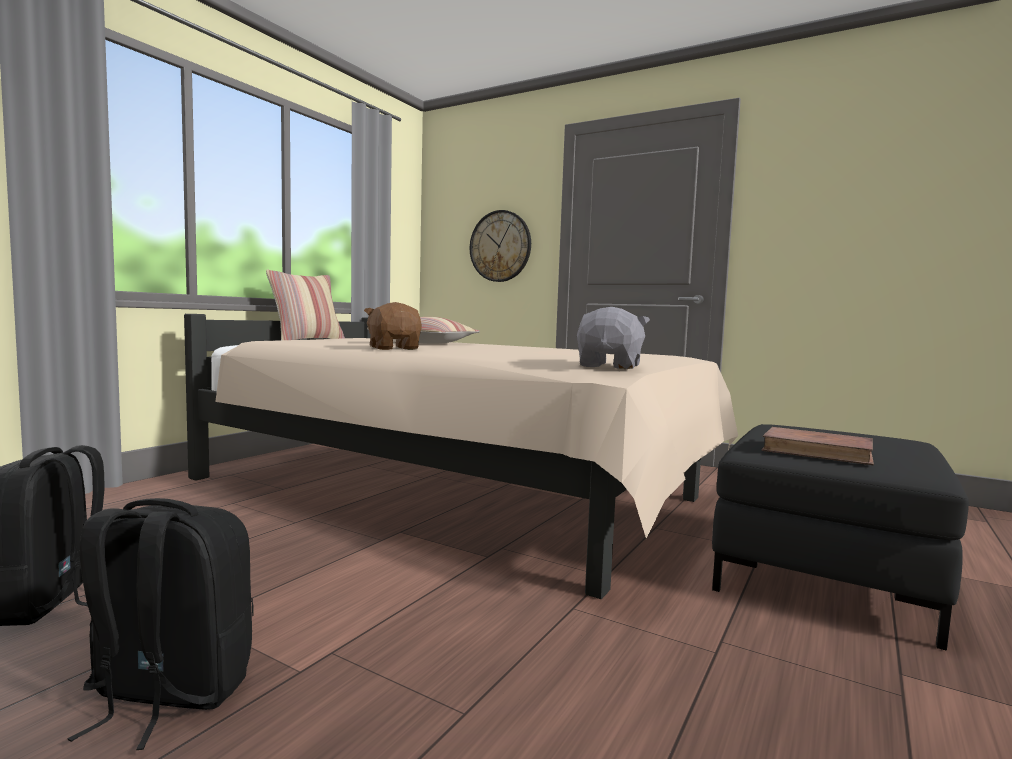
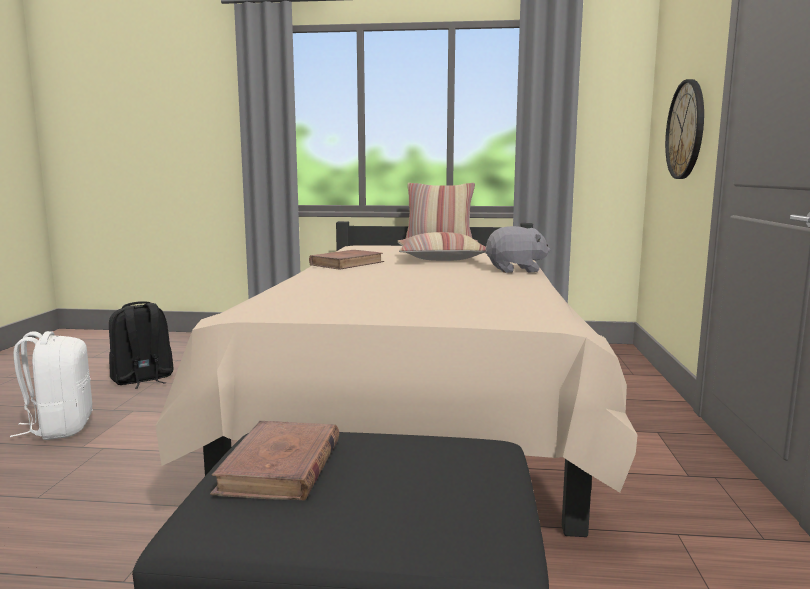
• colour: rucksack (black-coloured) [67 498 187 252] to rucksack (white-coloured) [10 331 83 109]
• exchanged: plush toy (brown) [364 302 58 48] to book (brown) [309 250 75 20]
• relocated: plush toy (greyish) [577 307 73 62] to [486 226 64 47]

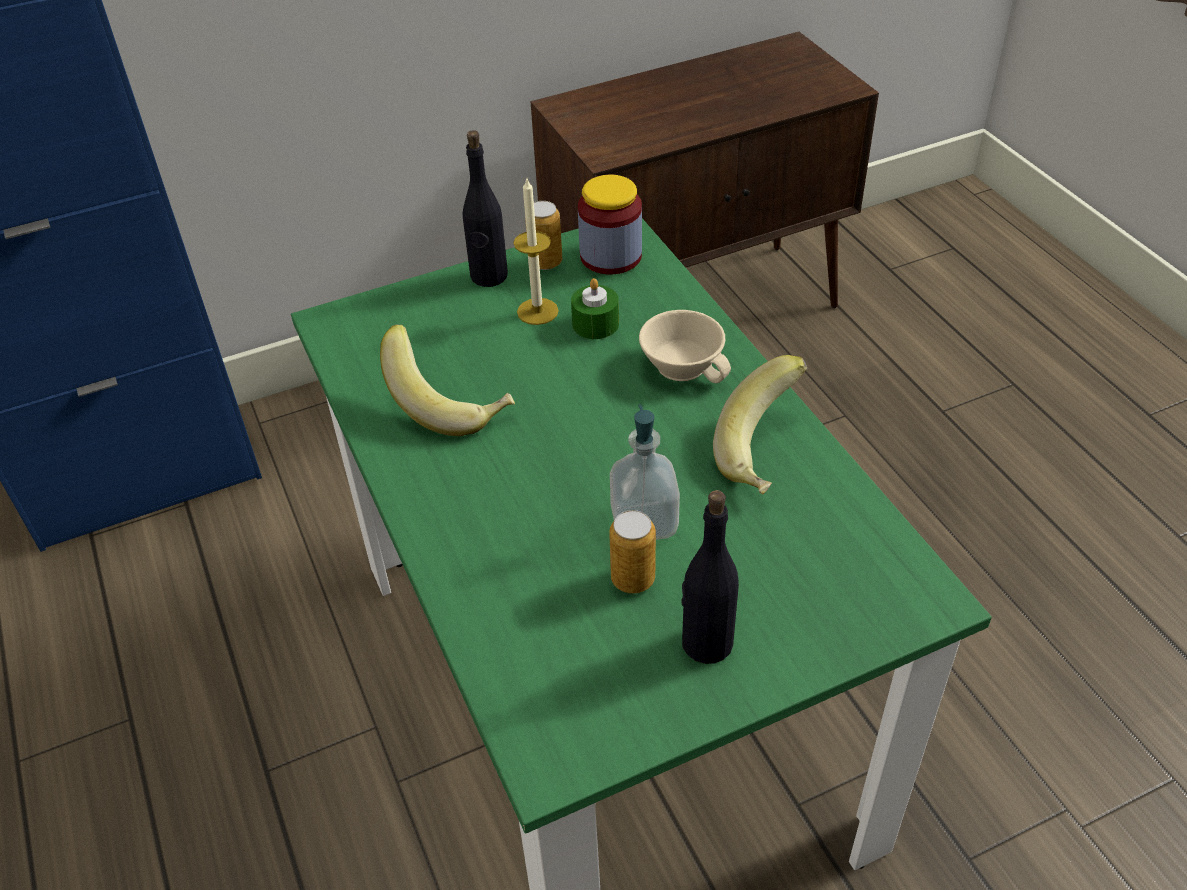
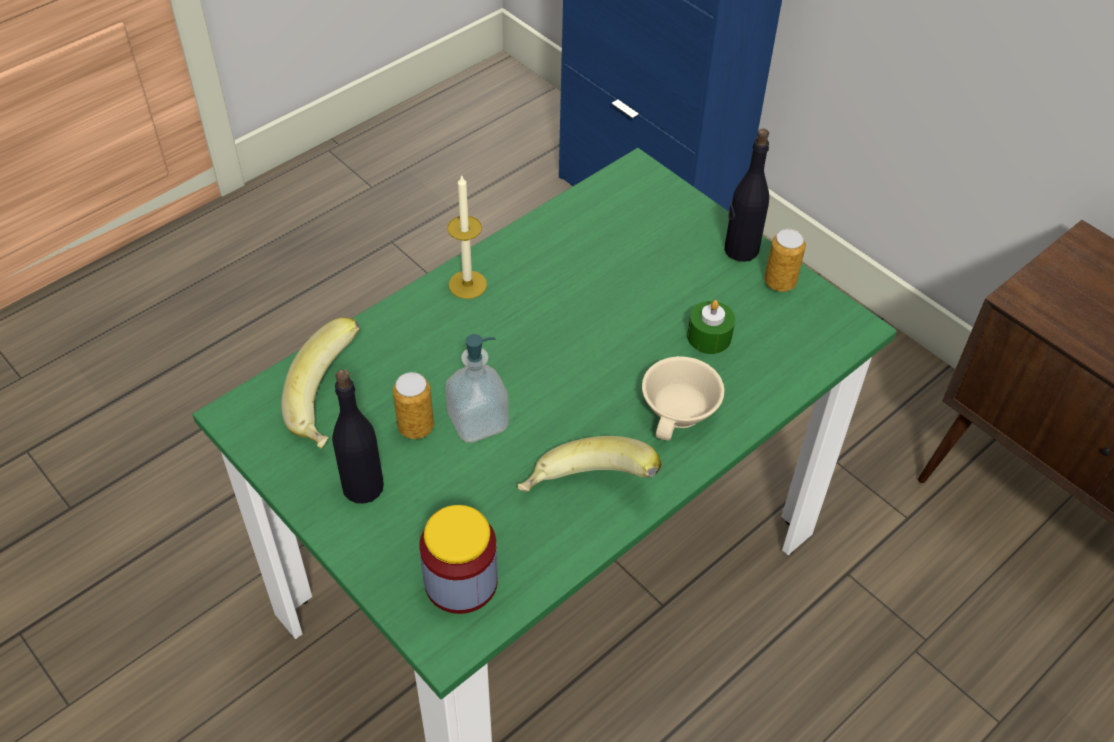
• relocated: whole banana [380 324 135 112] to [281 318 79 130]
• relocated: jar [578 175 64 99] to [419 505 79 109]
• relocated: candle [513 179 46 146] to [447 174 40 125]

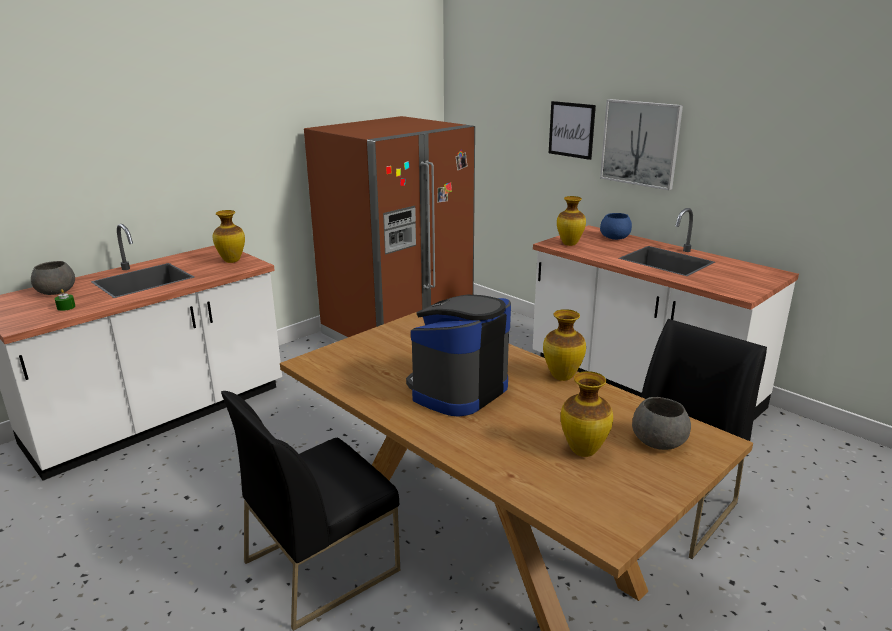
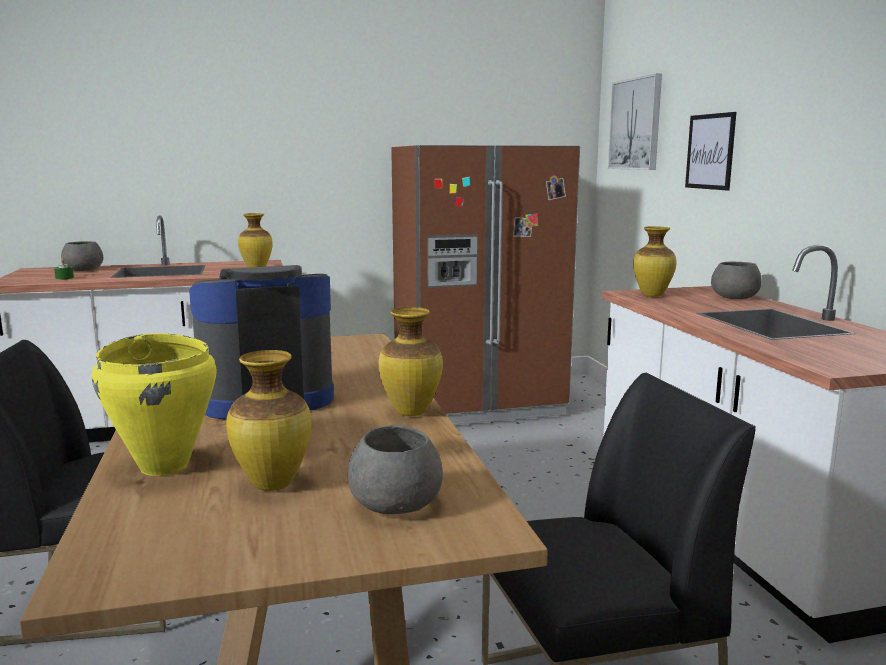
• appeared: cooking pot (yellow-coloured) [91 333 126 143]
• relocated: picture [600 99 83 91] to [608 74 54 96]
• colour: bowl (blue-coloured) [600 213 32 27] to bowl (greyish) [711 262 51 37]

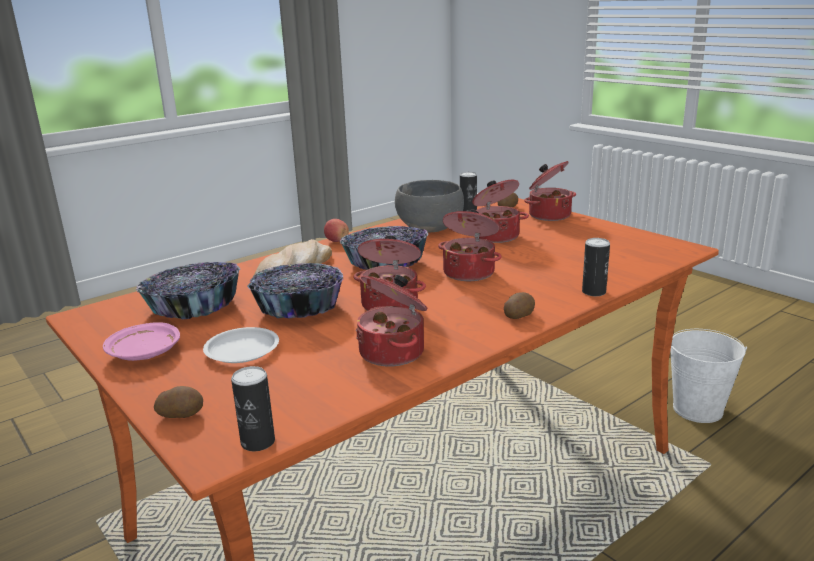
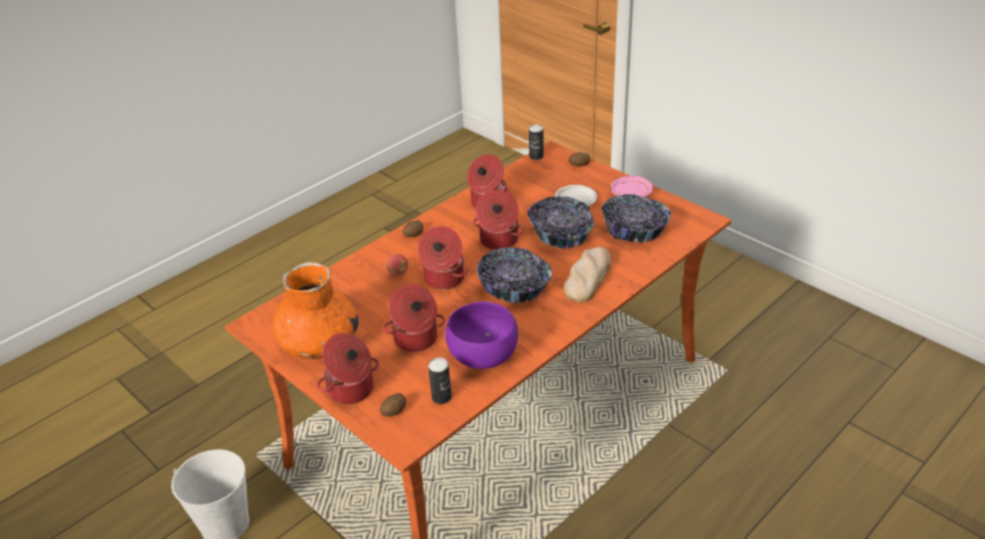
• appeared: decorative vase (orangey) [272 262 87 97]
• relocated: apple fruit [324 219 25 23] to [386 254 22 21]
• colour: bowl (greyish) [395 180 69 53] to bowl (purplish) [445 301 73 68]
• missing: sealed can [582 238 28 58]

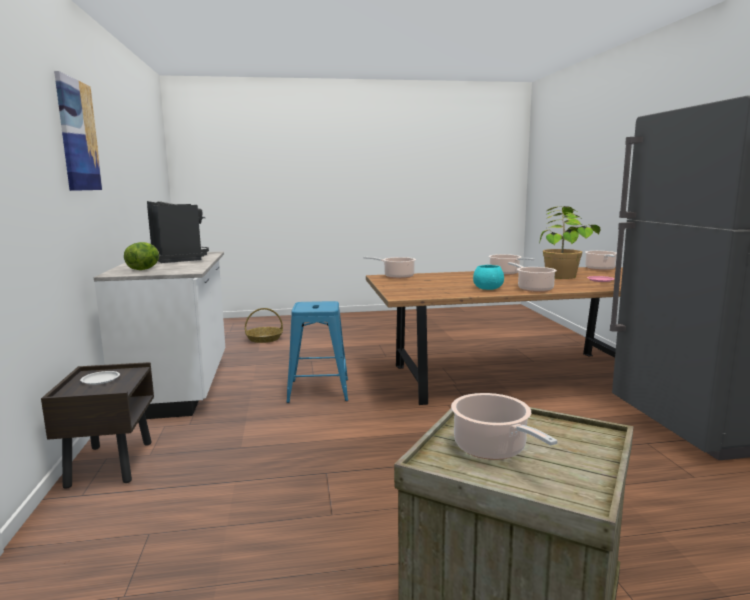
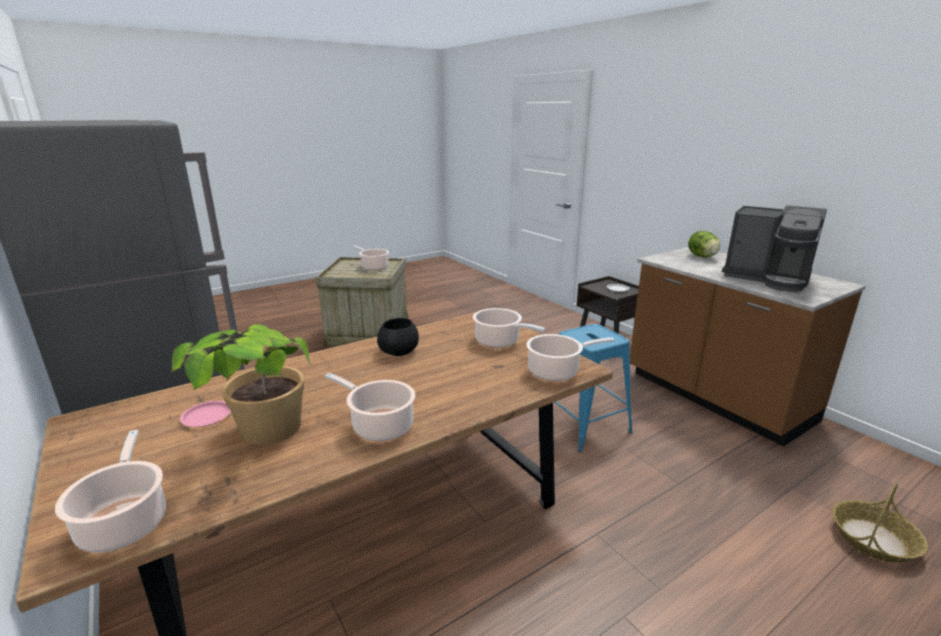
• colour: bowl (turquoise) [473 265 31 25] to bowl (black-coloured) [377 318 42 38]
• relocated: cooking pot [508 262 49 30] to [473 308 73 40]
• colour: kitchen counter (white-coloured) [94 252 131 167] to kitchen counter (brown) [630 247 236 199]
• missing: picture [54 71 49 120]

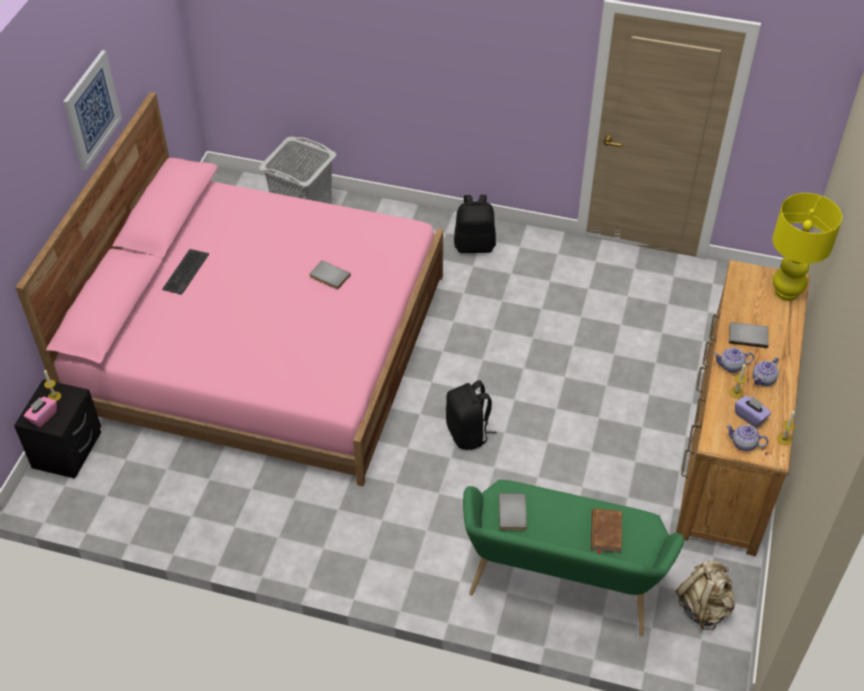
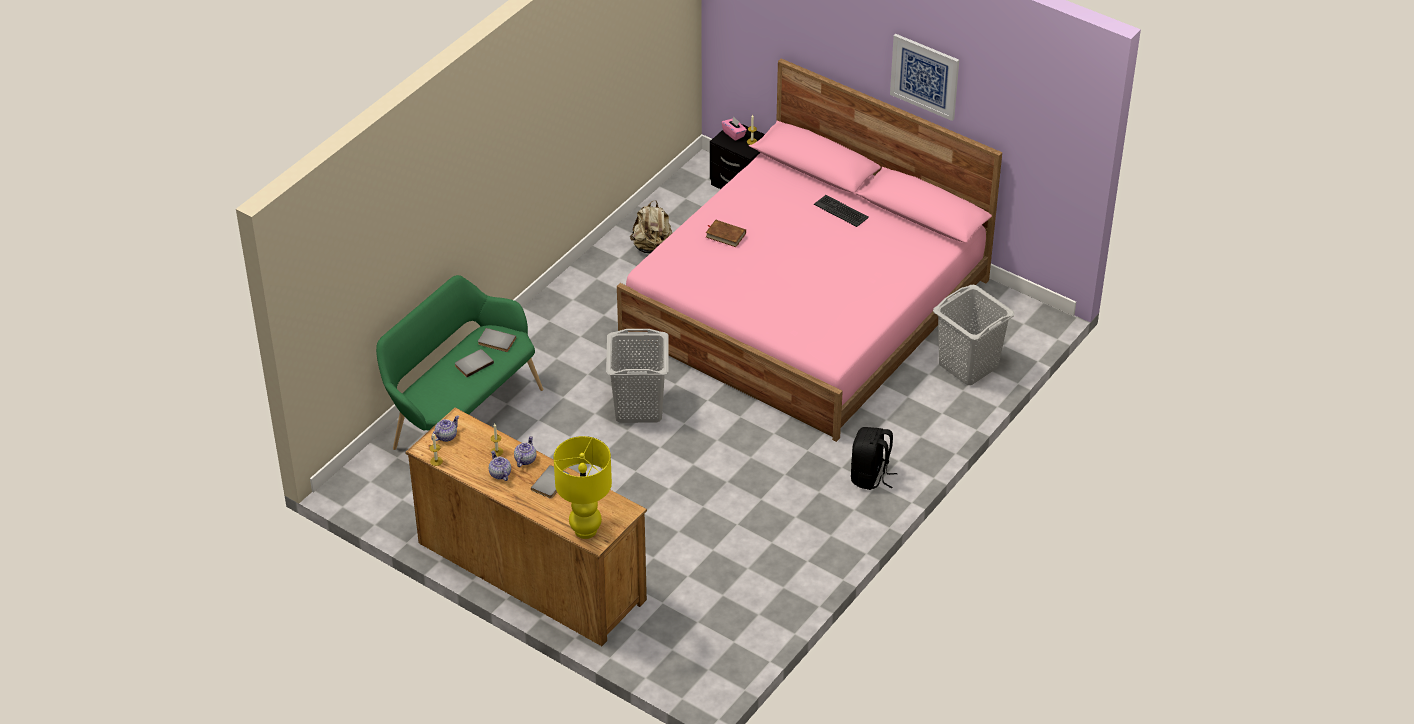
• relocated: book (greyish) [310 260 41 30] to [455 349 39 28]
• exchanged: rucksack (black-coloured) [446 380 51 70] to washing basket (greyish) [606 329 63 94]
• relocated: rucksack (beige) [676 560 59 70] to [630 200 42 54]
• relocated: book (brown) [591 508 31 46] to [706 219 40 28]
• missing: tissue box (purplish) [735 395 36 33]

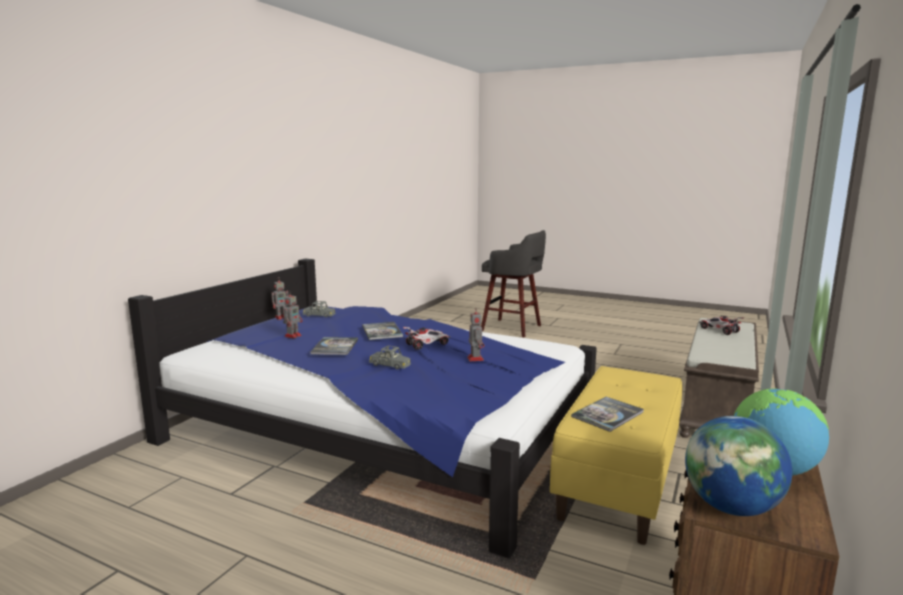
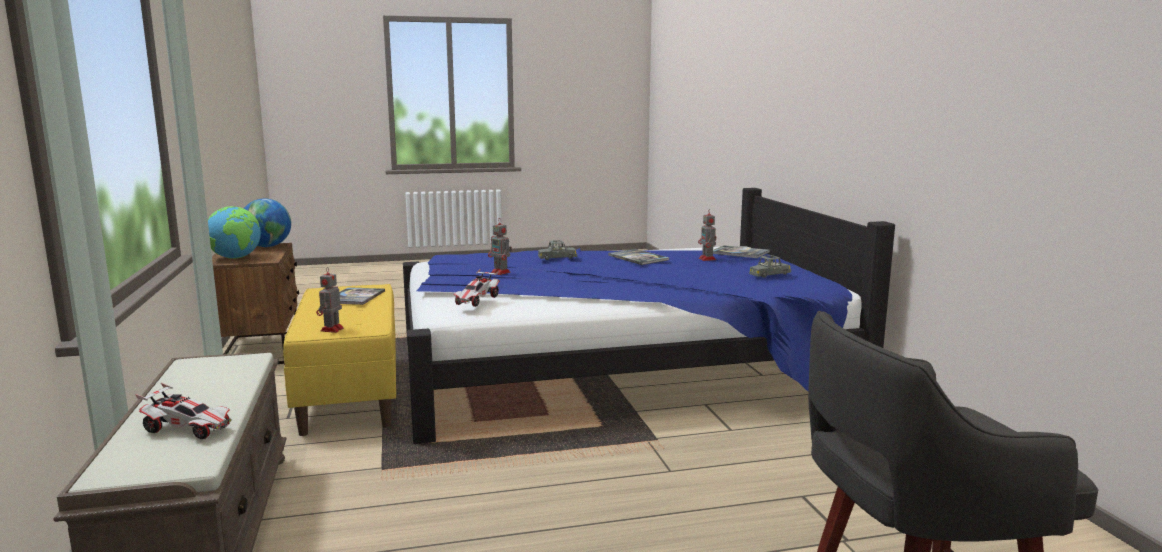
• relocated: toy robot [271 278 17 42] to [316 268 28 65]
• relocated: model car [403 327 47 23] to [454 269 46 38]
• relocated: book [362 322 41 18] to [713 245 57 13]

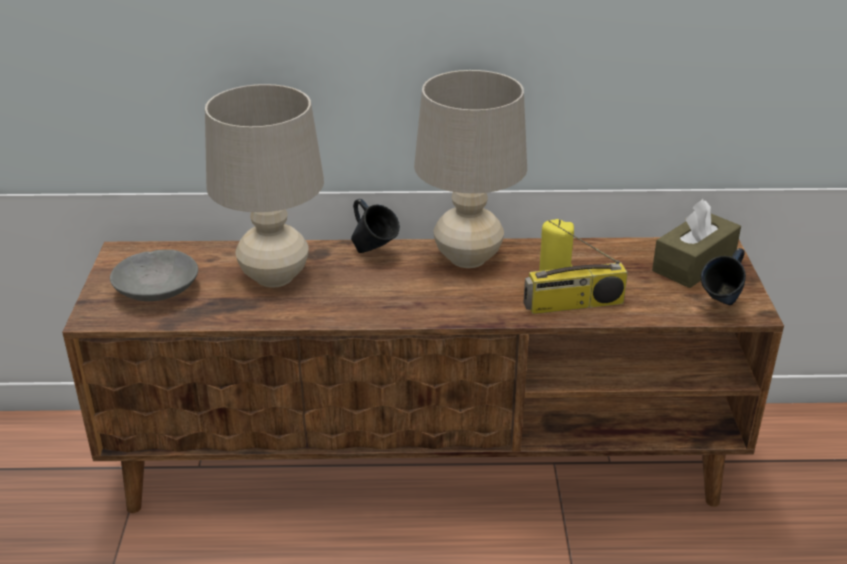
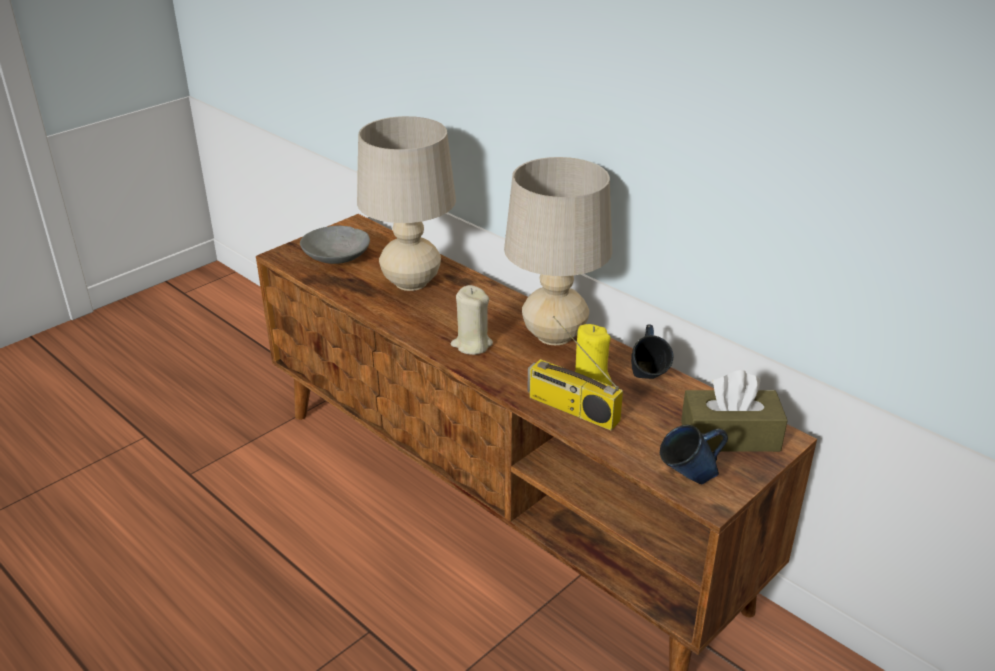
• appeared: candle (beige) [451 285 42 70]
• relocated: coffee mug (blue-coloured) [351 199 49 54] to [631 324 42 55]

